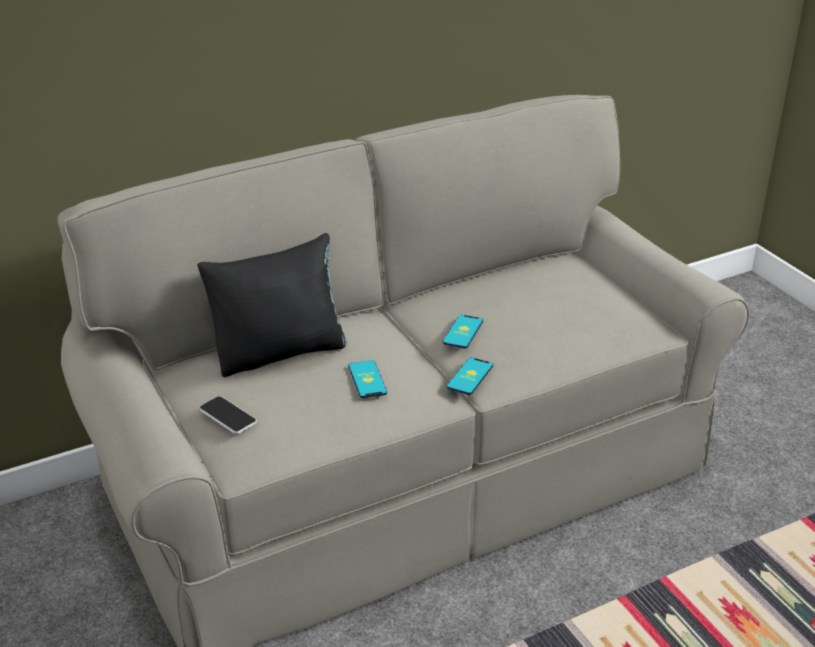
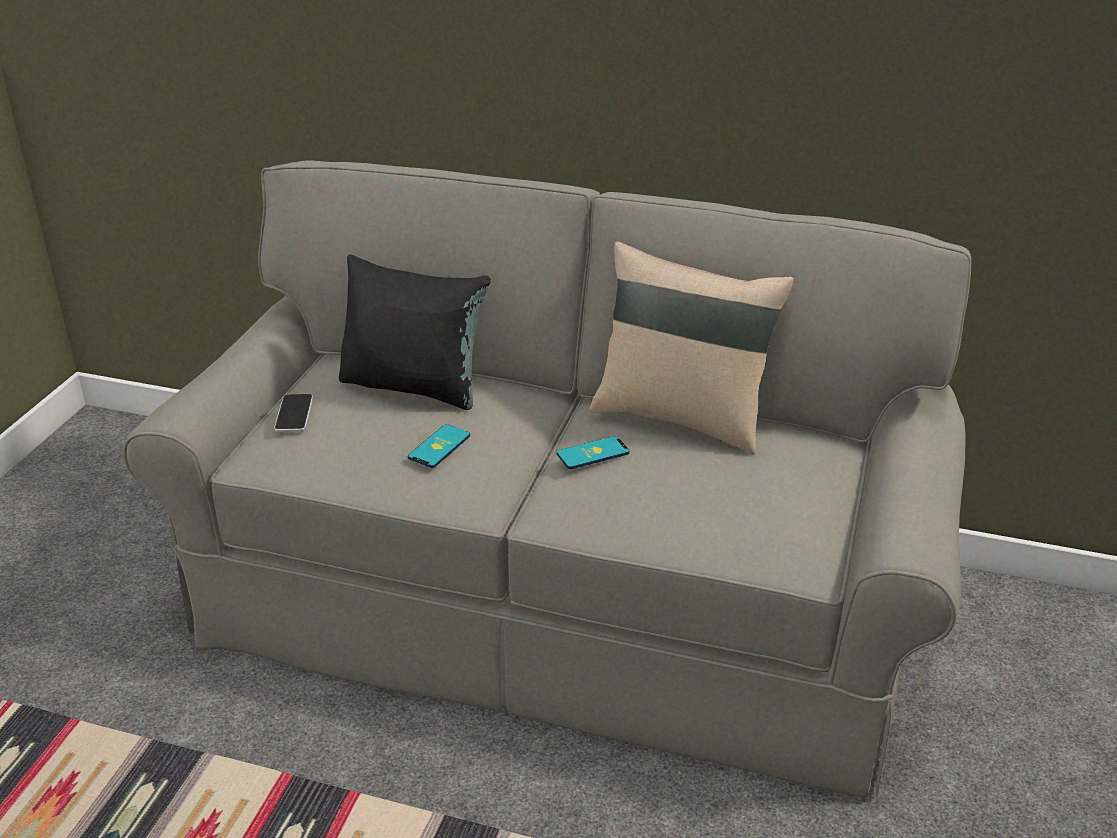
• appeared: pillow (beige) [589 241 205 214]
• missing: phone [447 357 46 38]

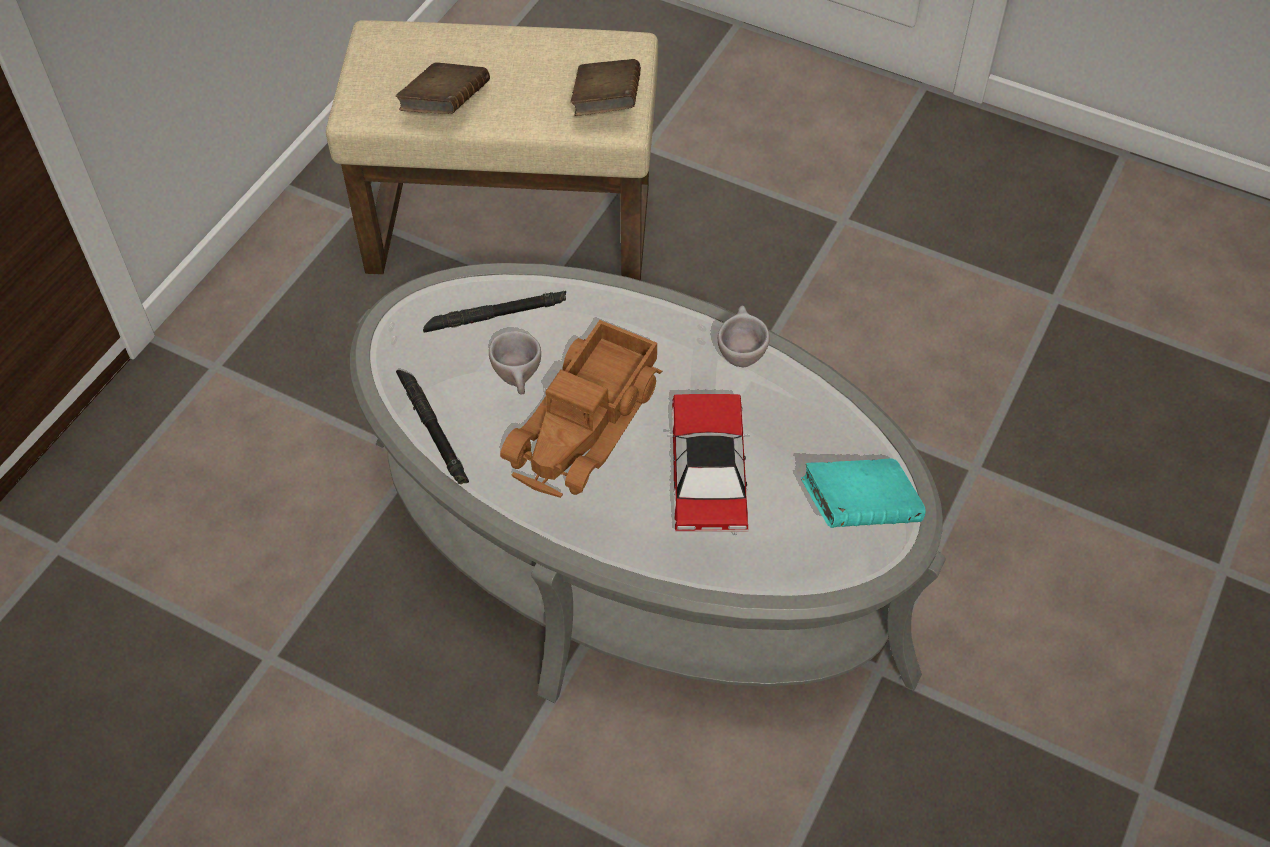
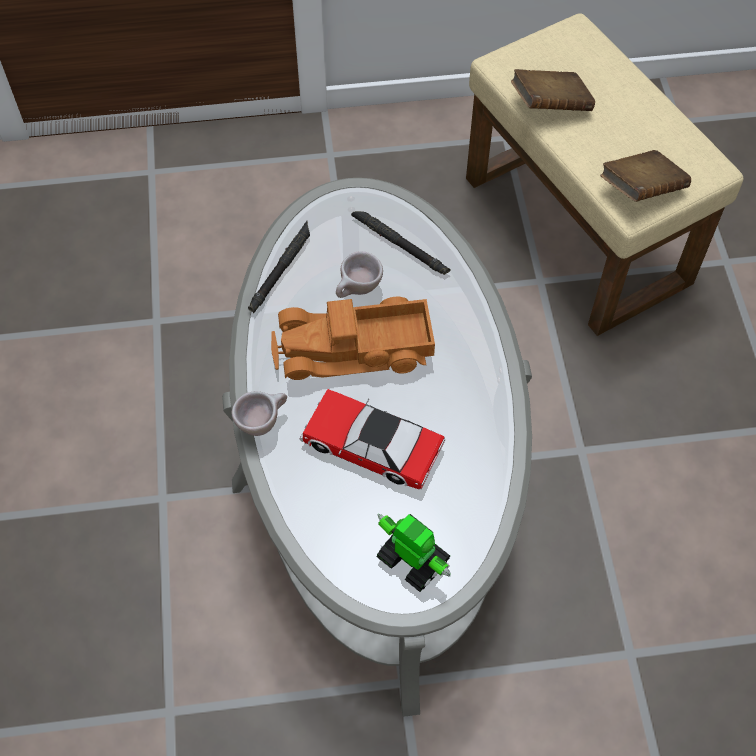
• relocated: drinking cup (beige) [718 305 52 62] to [231 391 56 45]
• spun: model car [668 394 82 141] = [300 389 145 100] 120 degrees counterclockwise
• exchanged: book (turquoise) [801 458 125 70] to toy robot [376 514 75 78]

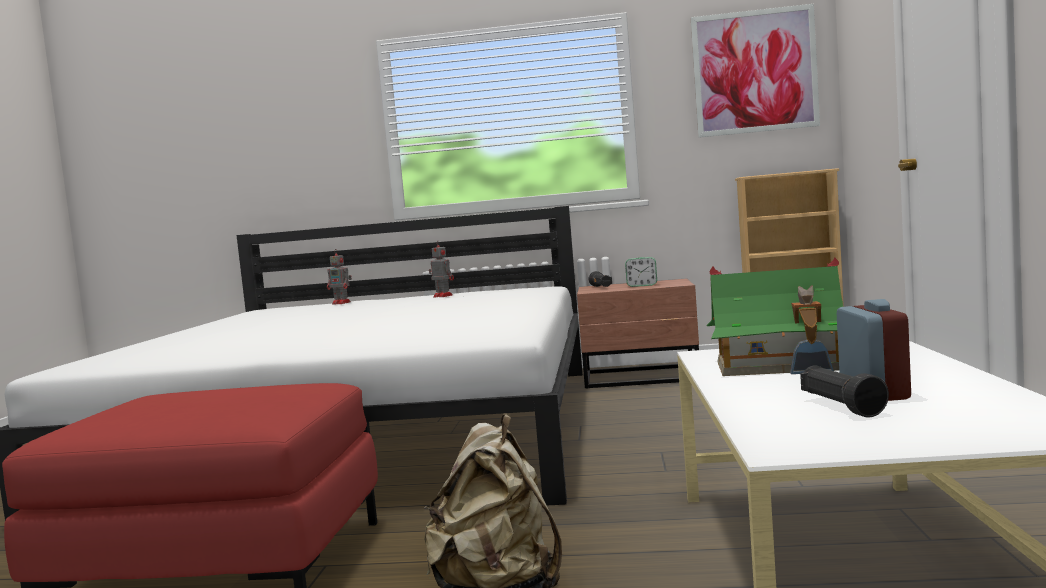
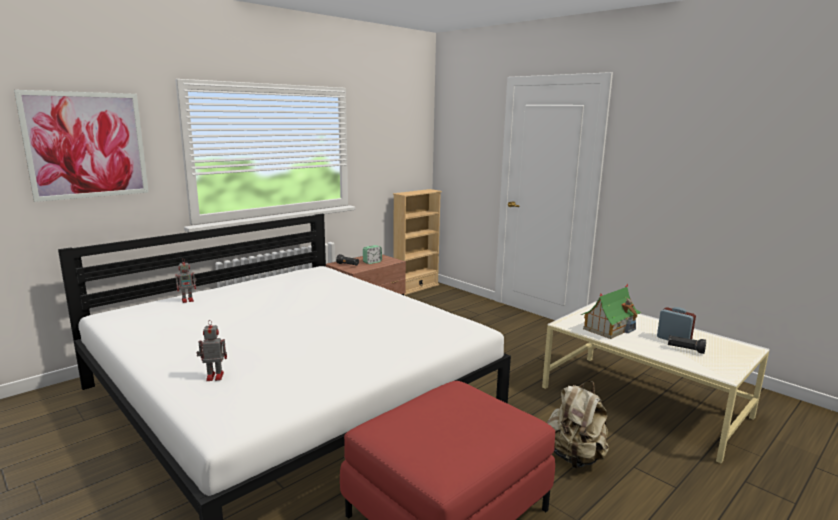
• relocated: picture [691 4 129 134] to [14 90 135 112]
• relocated: toy robot [429 240 25 57] to [196 320 31 61]

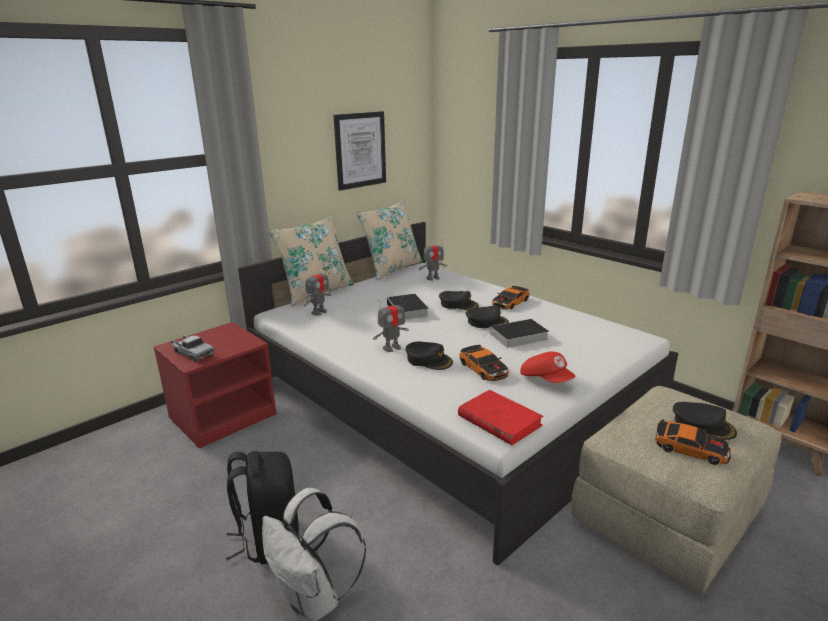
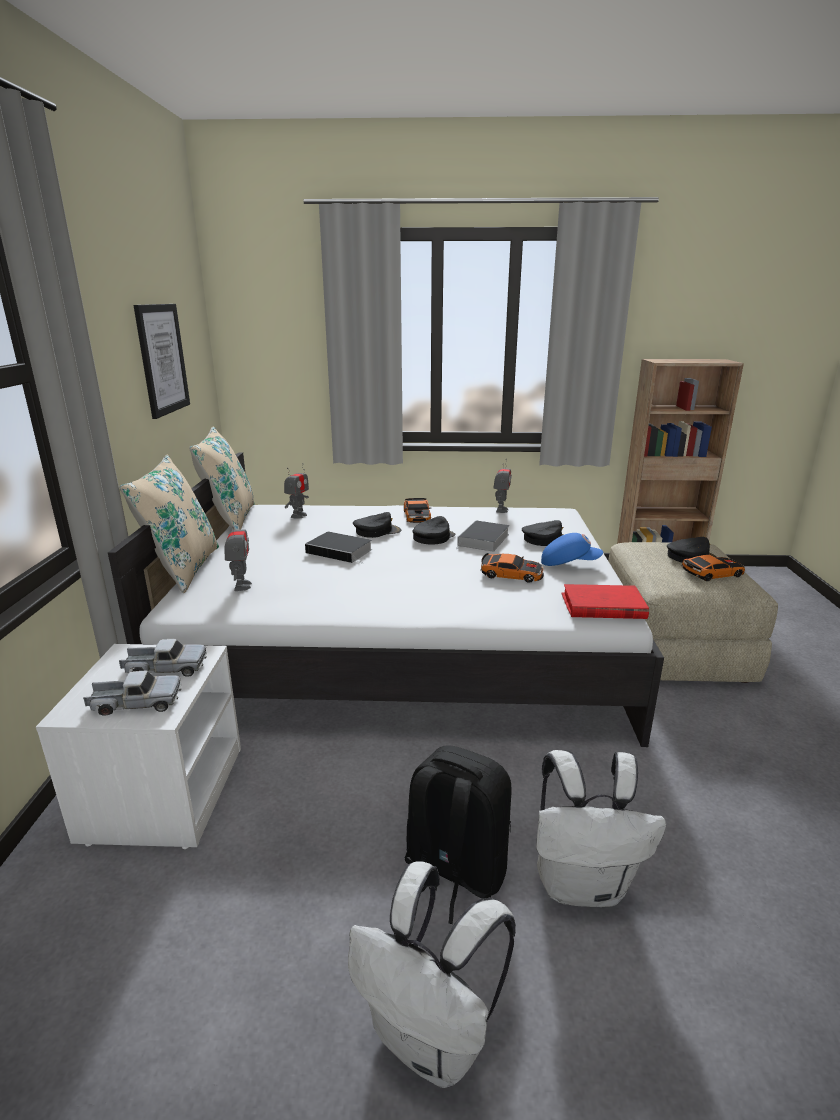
• colour: bedside table (reddish) [154 322 122 127] to bedside table (white-coloured) [36 644 205 205]
• appeared: toy lorry [119 639 88 38]
• appeared: rucksack (white-coloured) [348 862 168 226]
• relocated: toy robot [373 296 36 56] to [493 459 19 54]
• relocated: peaked cap (black-coloured) [405 341 48 29] to [522 520 42 26]
• colour: peaked cap (reddish) [520 352 55 31] to peaked cap (blue-coloured) [541 533 62 33]

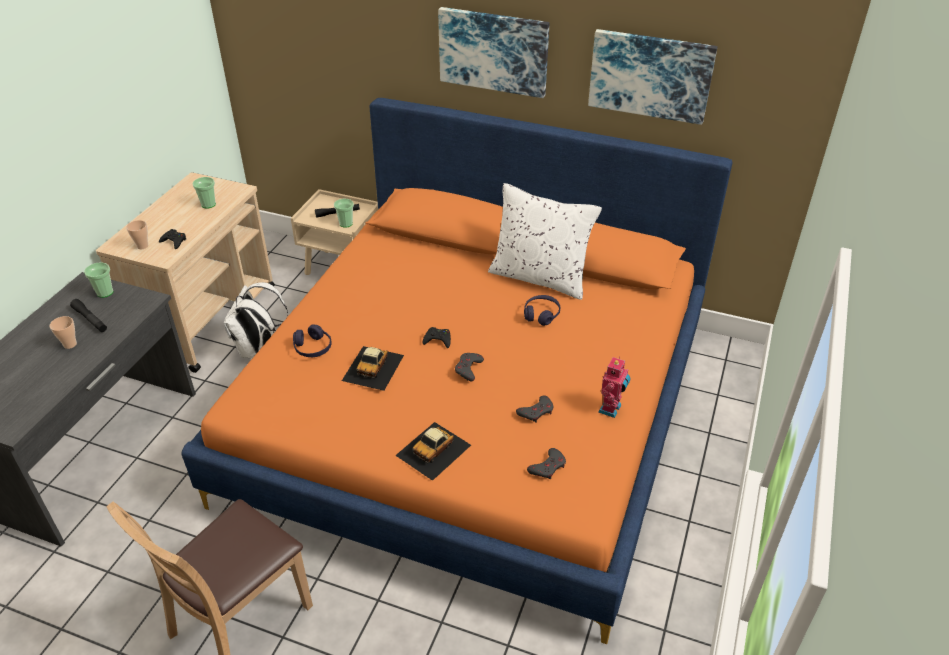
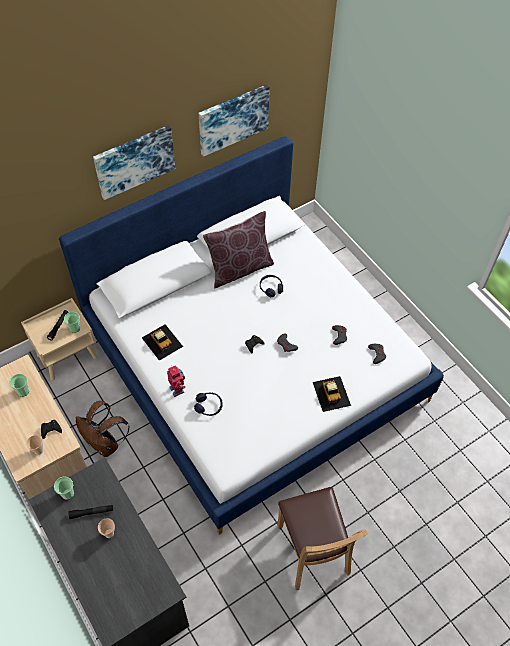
• colour: sleeping bed (orangey) [181 98 552 546] to sleeping bed (white-coloured) [59 136 385 399]
• colour: rucksack (white-coloured) [224 282 64 77] to rucksack (brown) [76 401 53 56]
• relocated: model car [342 346 62 45] to [142 324 41 37]
• relocated: toy robot [598 356 33 62] to [167 365 18 32]
• colour: pillow (white-coloured) [488 183 114 117] to pillow (brown) [203 211 71 77]

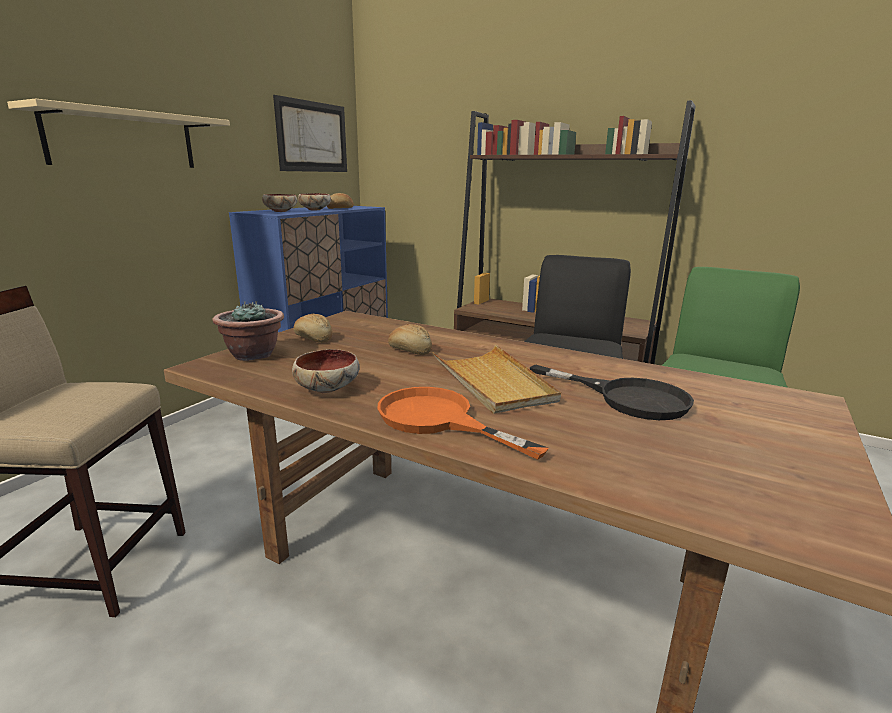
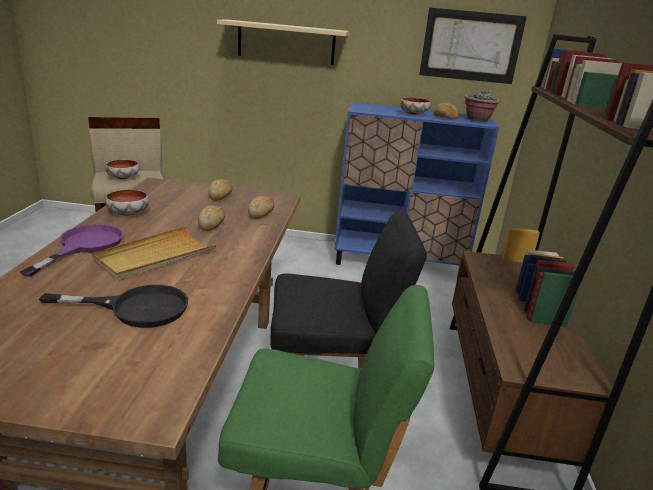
• colour: pan (orangey) [377 387 172 73] to pan (purplish) [20 224 103 53]
• spun: pan (black-coloured) [530 364 164 56] = [39 285 149 43] 105 degrees counterclockwise
• relocated: bowl [262 194 35 18] to [105 160 35 20]
• appeared: bread [248 196 26 23]
• relocated: houseplant [212 301 72 60] to [464 91 36 31]

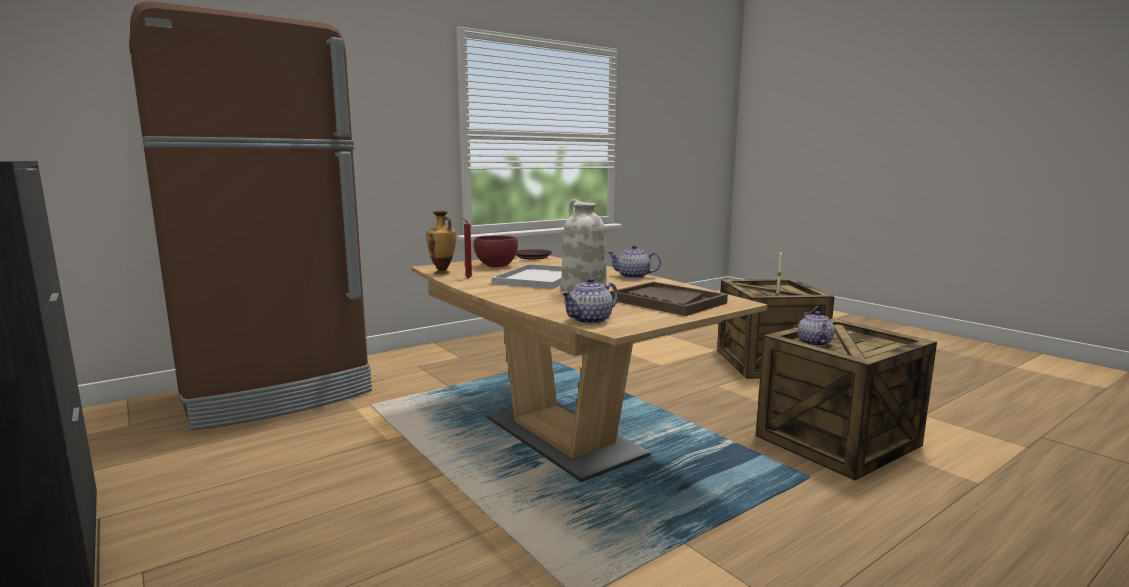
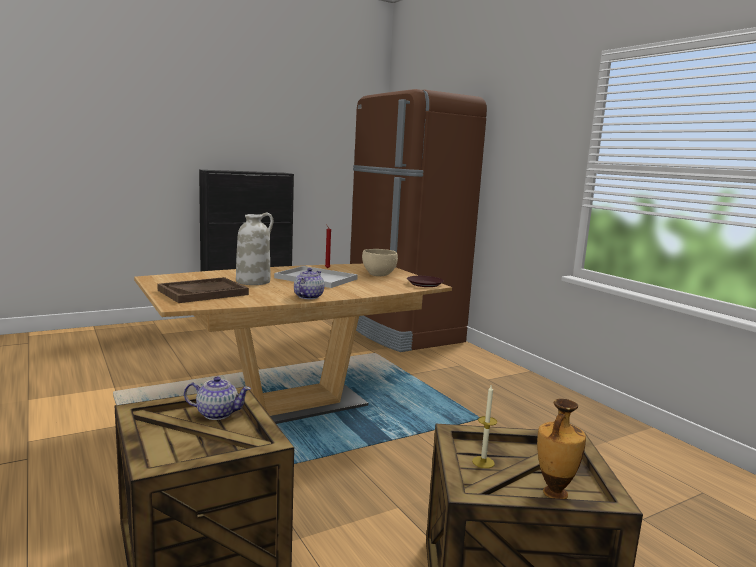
• colour: bowl (reddish) [474 236 44 31] to bowl (beige) [362 249 36 27]
• relocated: decorative vase [427 211 29 63] to [537 399 49 100]
• missing: pot for tea [561 277 57 47]

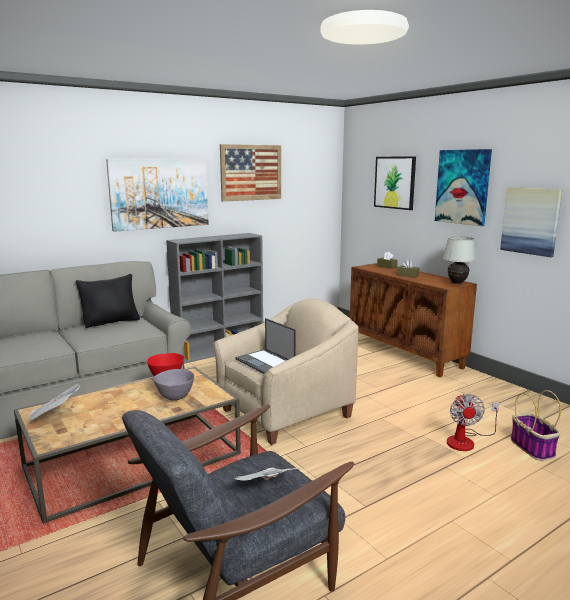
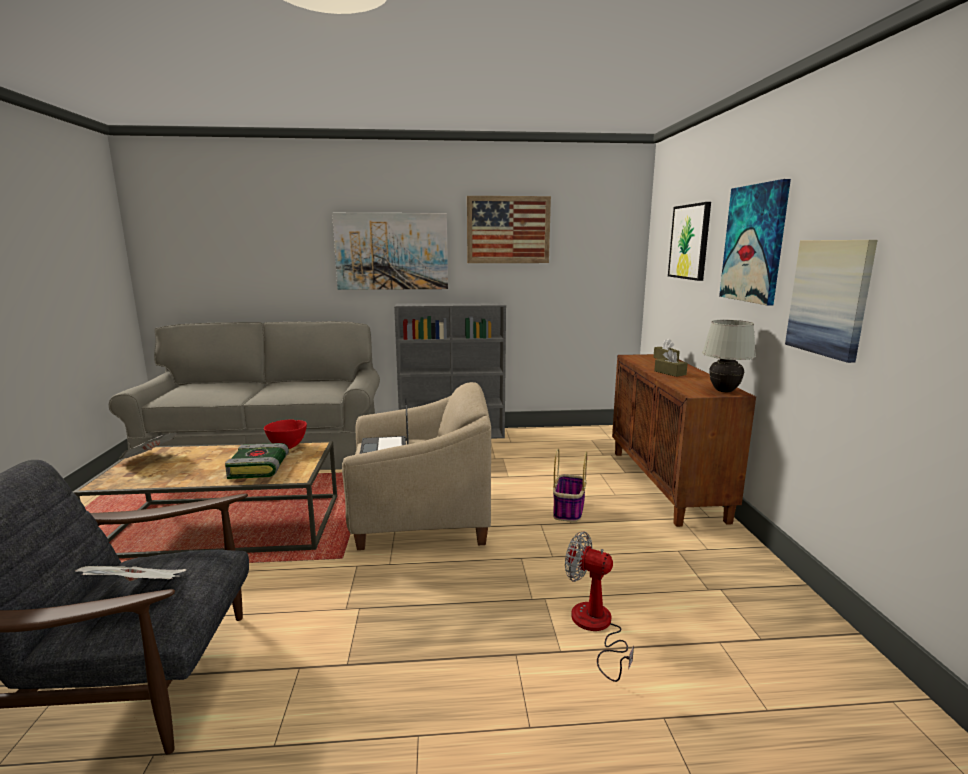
• exchanged: bowl (greyish) [153 369 41 32] to book [225 443 64 36]
• relocated: household basket [511 390 50 71] to [553 449 34 73]
• spun: fan [447 394 52 57] = [565 531 69 151] 90 degrees clockwise
• missing: pillow (black-coloured) [76 274 64 54]

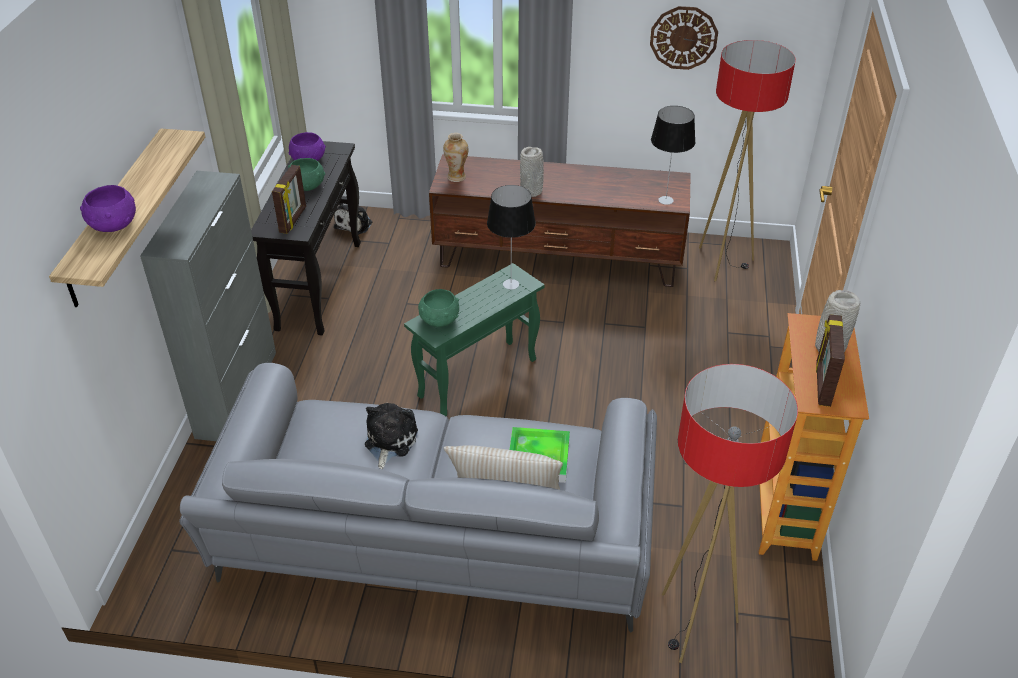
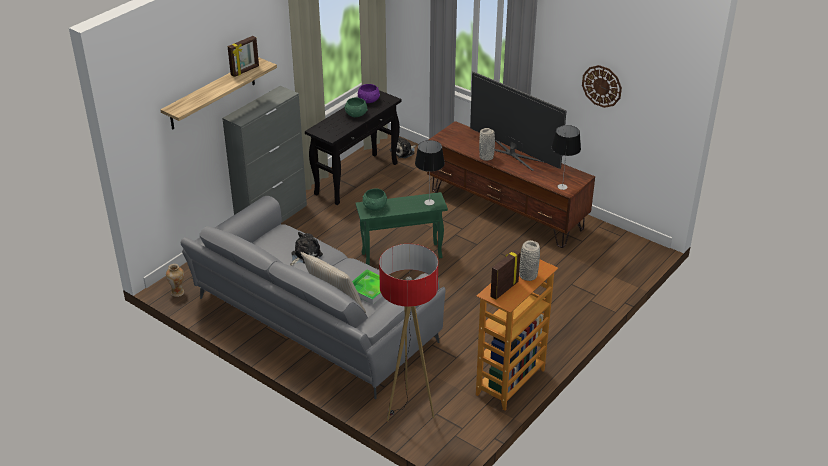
• relocated: decorative vase [443 133 25 49] to [166 264 18 33]
• relocated: picture frame [272 165 34 69] to [227 36 32 41]
• appeared: television [470 71 97 100]
• missing: bowl (purplish) [80 185 56 47]
• missing: floor lamp [699 40 97 242]

